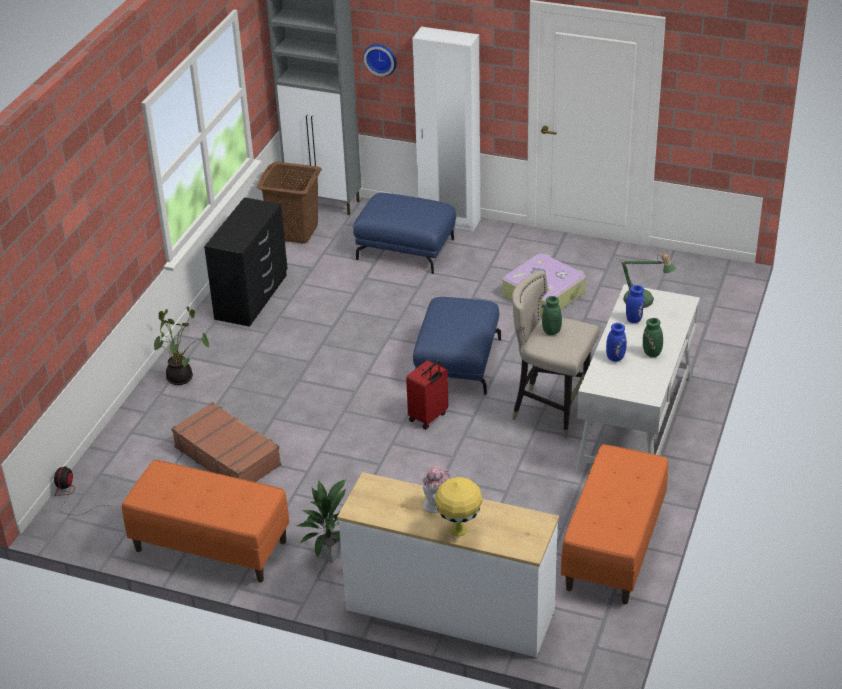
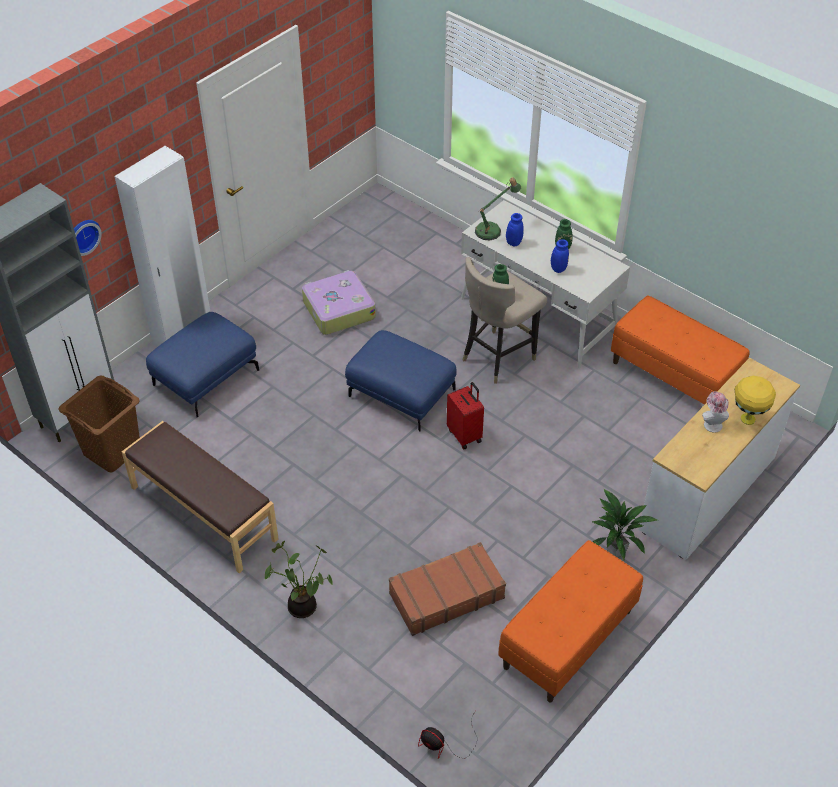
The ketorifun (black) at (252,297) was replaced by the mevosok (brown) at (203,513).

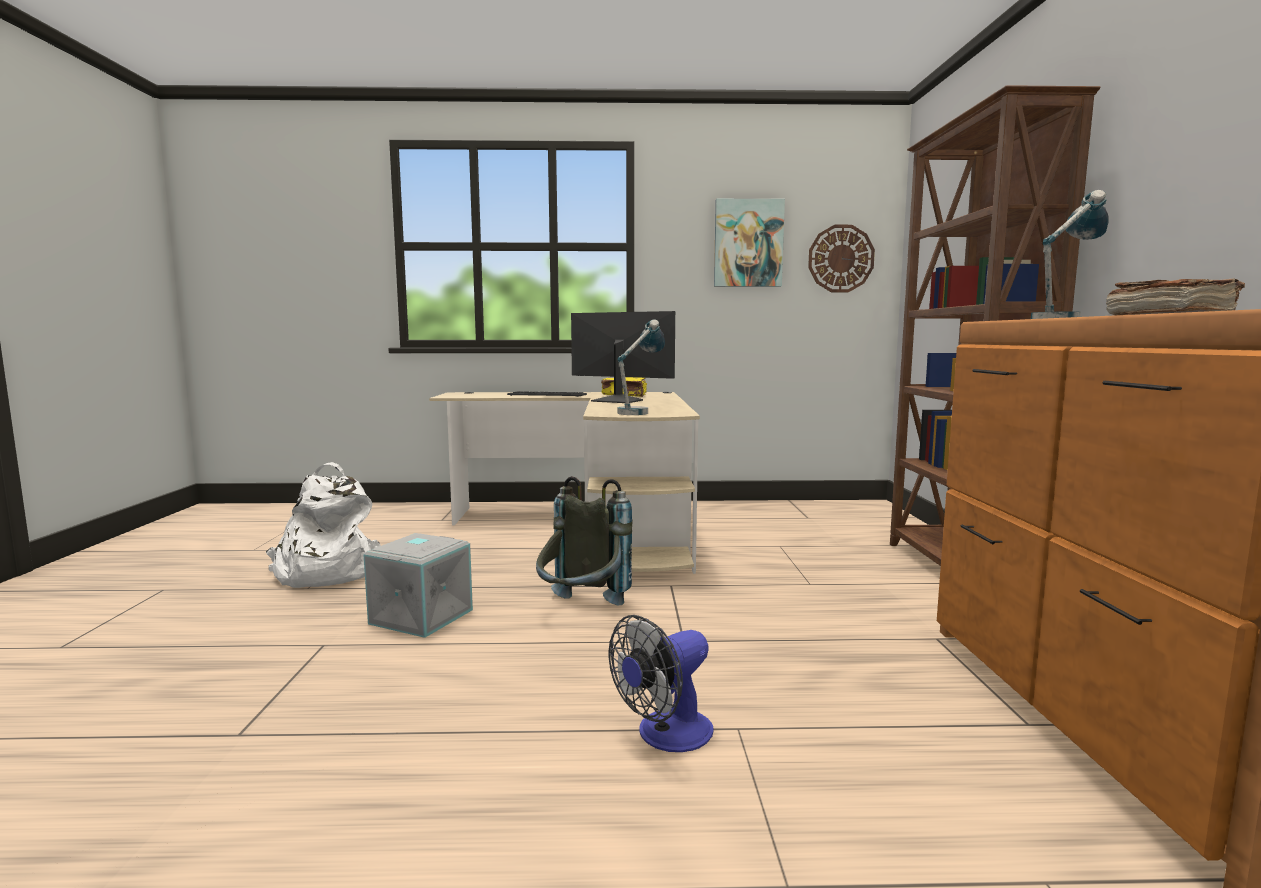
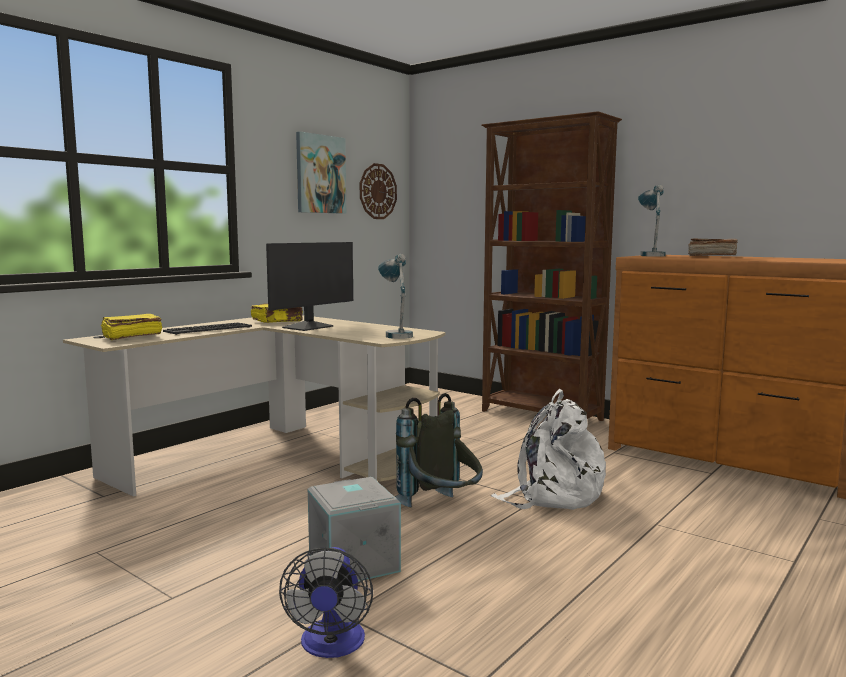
The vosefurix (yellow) at (131,336) appeared.
The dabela at (617,400) turned 150 degrees clockwise.
The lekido moved from (665,736) to (331,645).
The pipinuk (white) moved from (324,573) to (552,495).

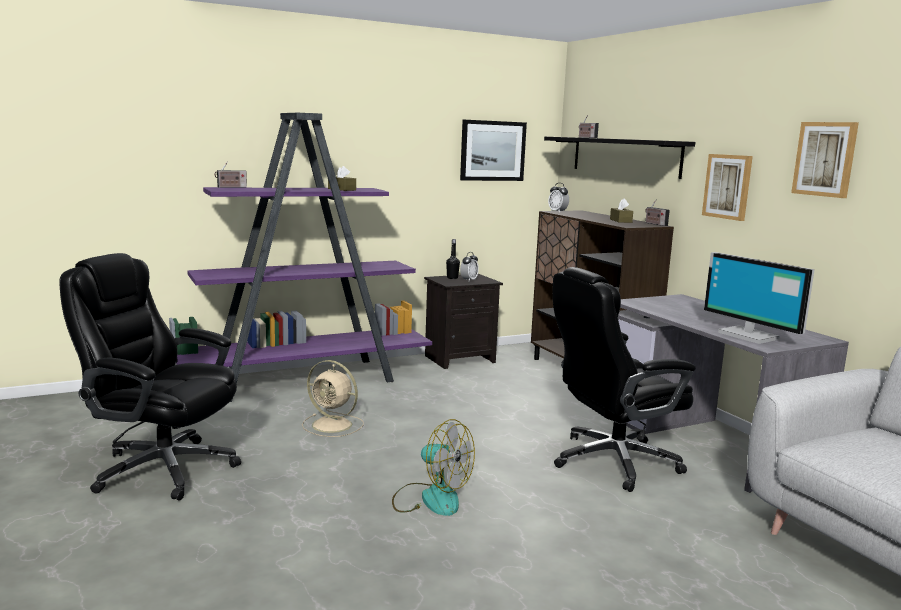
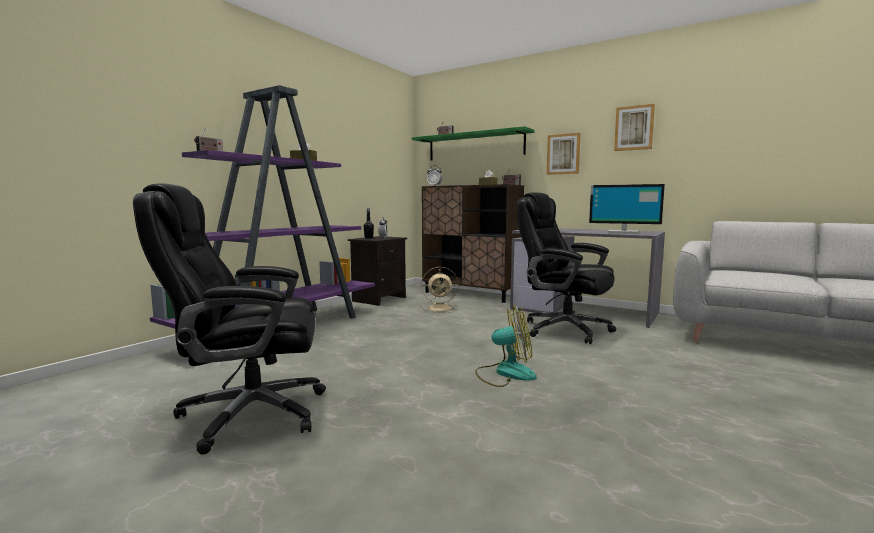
The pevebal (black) at (624,156) became the pevebal (green) at (475,146).
The lekido (beige) moved from (333,425) to (441,308).
The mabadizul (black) at (612,461) turned 90 degrees clockwise.
The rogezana at (492,151) disappeared.

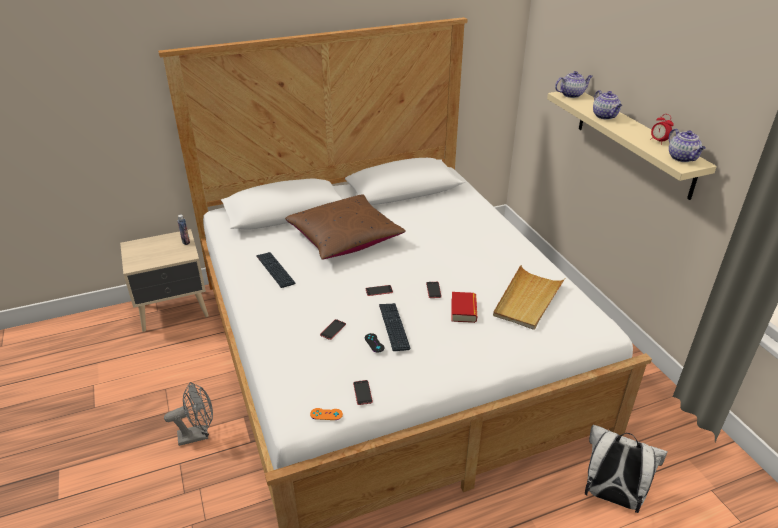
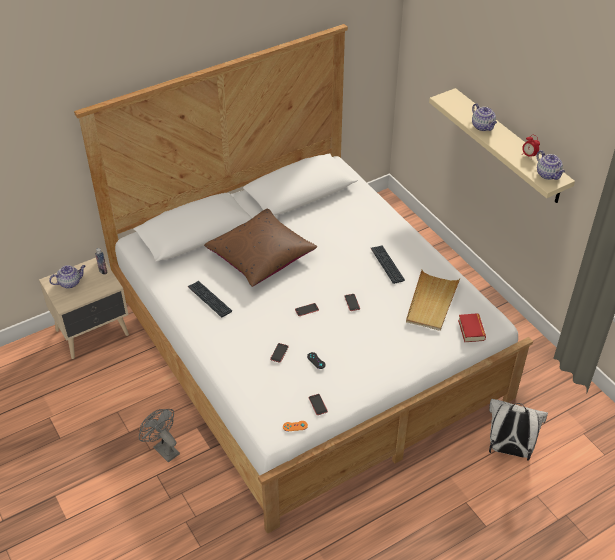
The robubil moved from (571,95) to (70,282).
The lekido (grey) at (198,434) turned 105 degrees counterclockwise.
The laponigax moved from (393,327) to (387,265).
The vosefurix moved from (463,310) to (471,330).

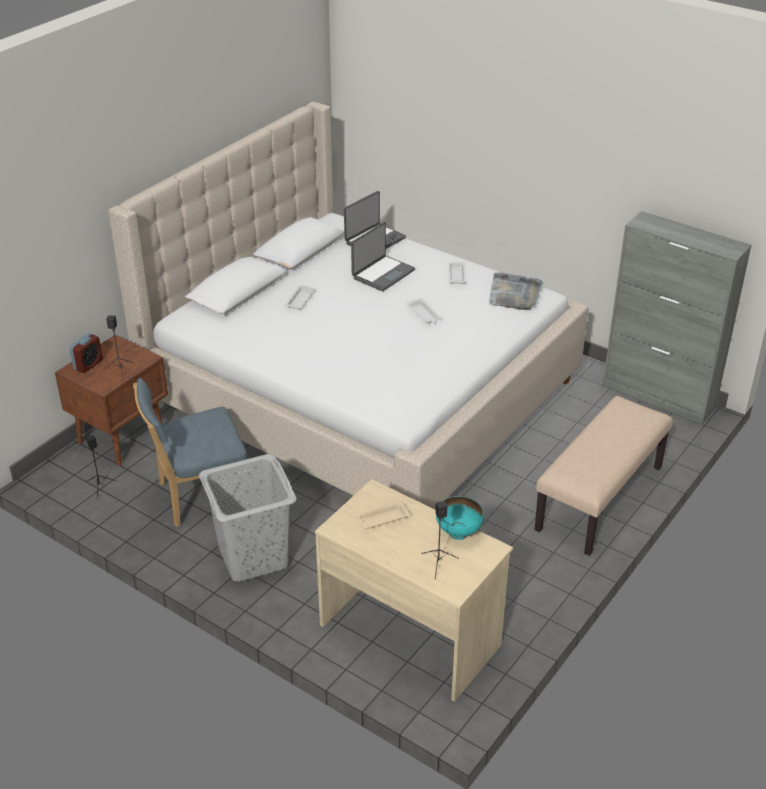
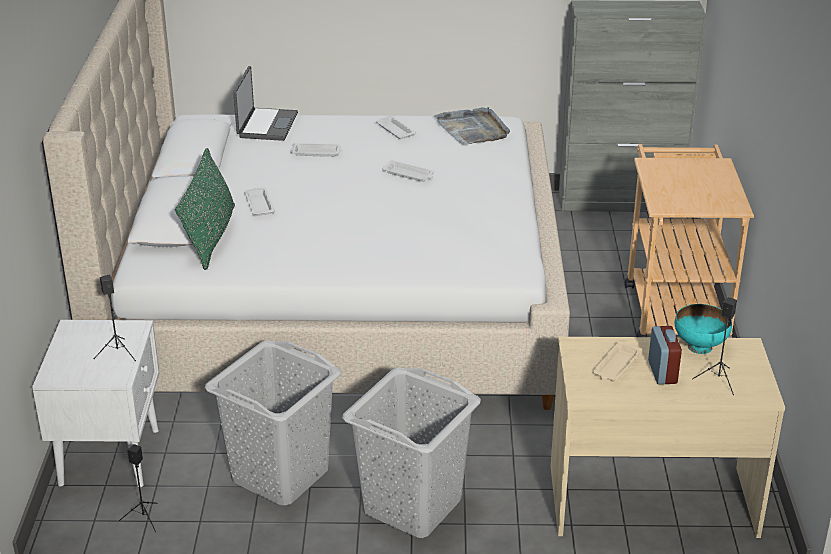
The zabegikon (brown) at (123,437) became the zabegikon (white) at (111,455).
The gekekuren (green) at (210,236) appeared.
The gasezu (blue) at (199,497) was replaced by the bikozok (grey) at (279,475).
The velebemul at (382,274) was replaced by the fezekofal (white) at (317,153).
The mevosok (beige) at (600,499) was replaced by the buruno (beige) at (674,306).
The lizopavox moved from (88,365) to (662,372).

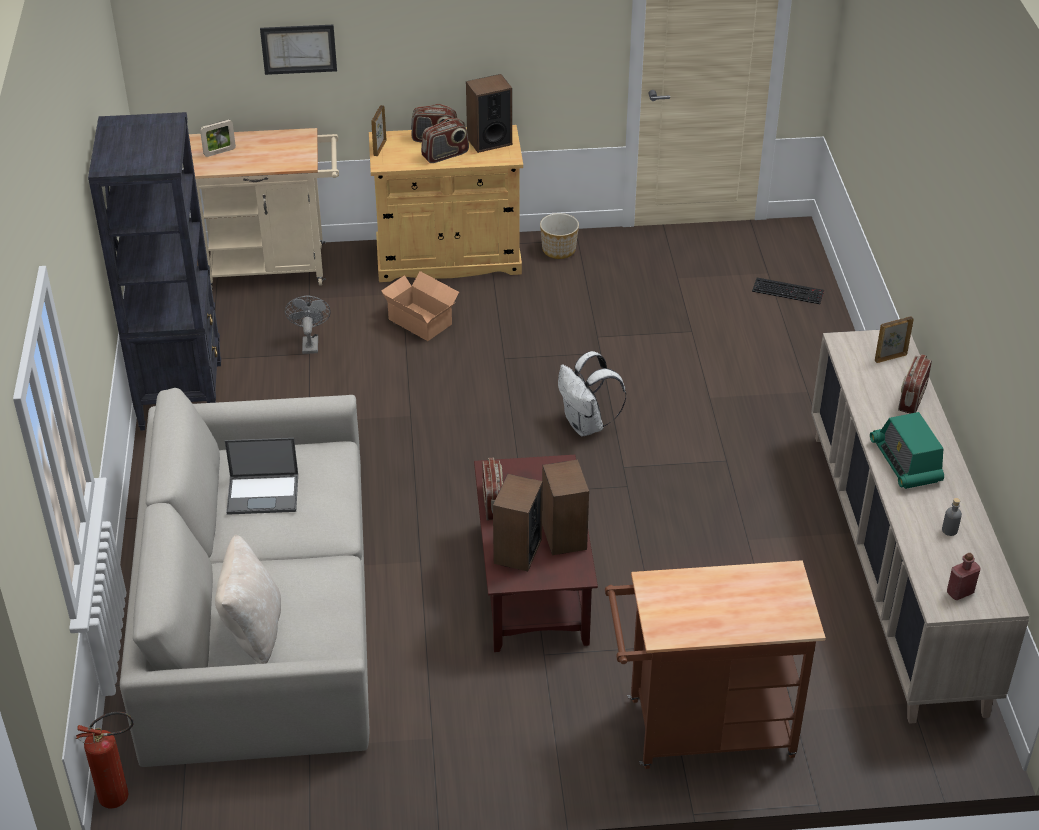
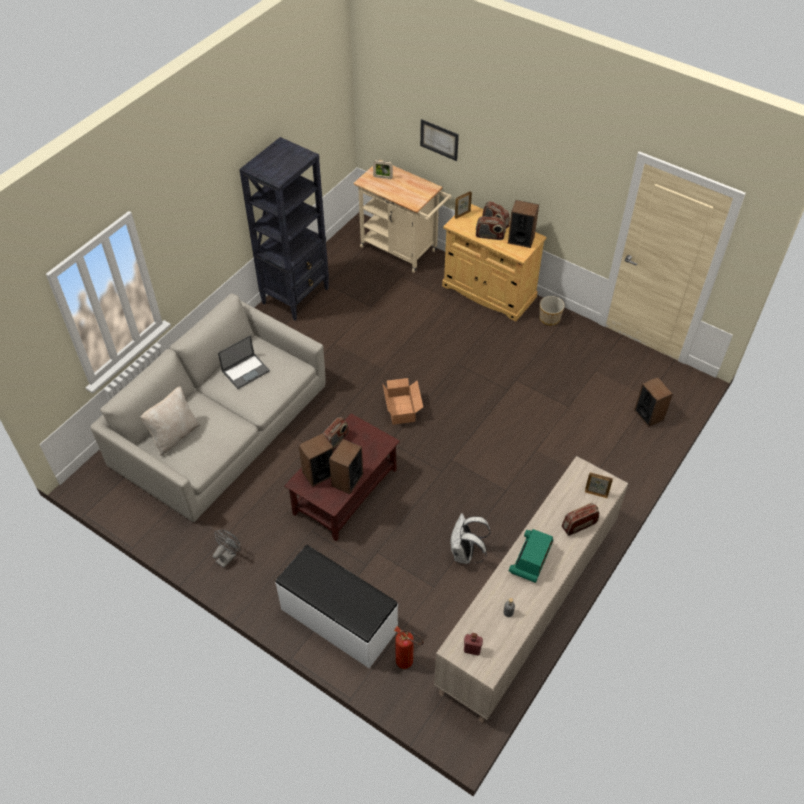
The lekido (grey) moved from (310,343) to (228,556).
The velebemul at (264,494) turned 75 degrees counterclockwise.
The buruno (brown) at (699,730) was replaced by the mevosok (white) at (338,620).
The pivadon moved from (420,320) to (402,408).
The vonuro moved from (121,796) to (408,663).
The pipinuk (white) moved from (586,425) to (465,554).
The laponigax at (789,291) was replaced by the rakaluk at (649,415).

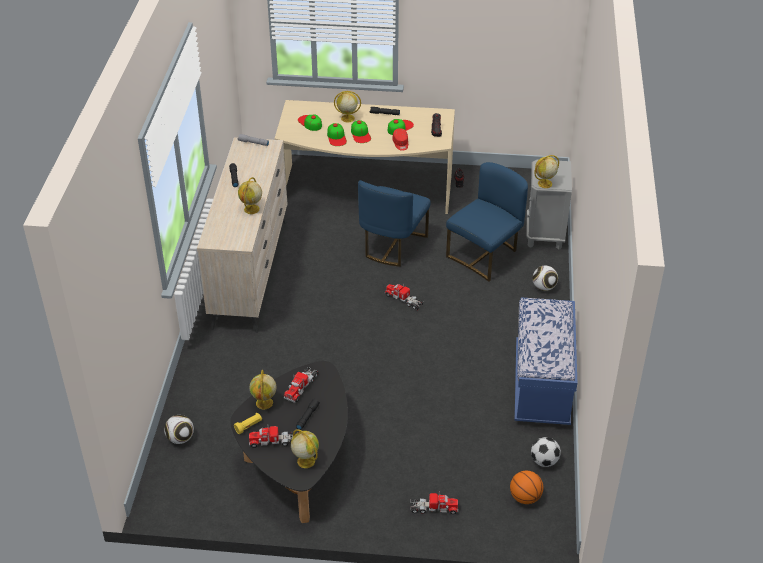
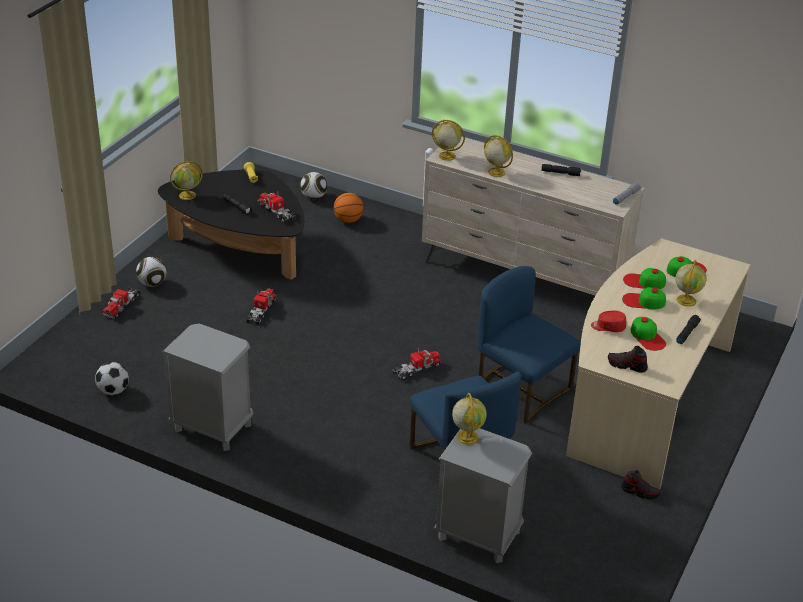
The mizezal moved from (544,287) to (152,283).
The mevosok (blue) at (542,385) was replaced by the zabegikon (grey) at (212,427).
The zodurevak moved from (273,441) to (261,311).
The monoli moved from (525,497) to (348,220).
The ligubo moved from (264,403) to (446,156).

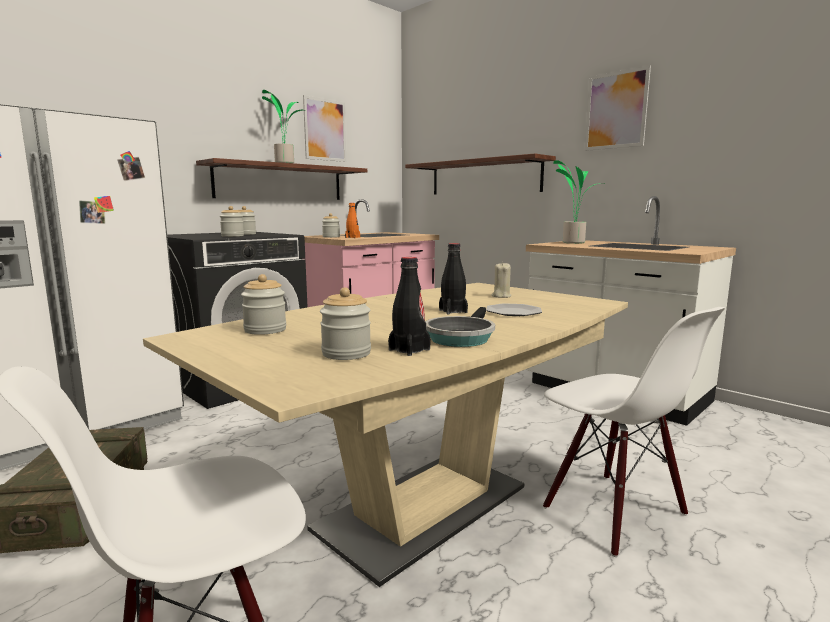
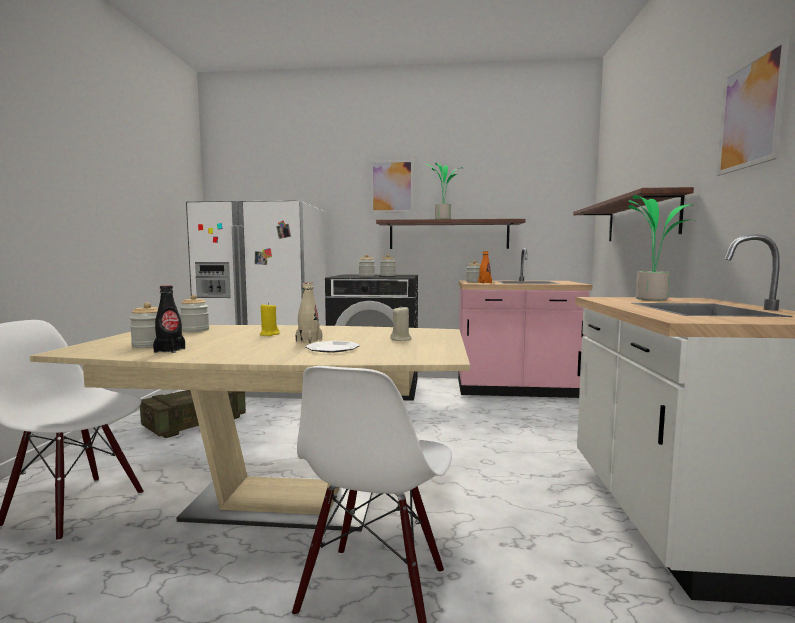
The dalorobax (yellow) at (269,334) appeared.
The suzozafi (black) at (453,311) became the suzozafi (beige) at (309,340).
The rogezana moved from (325,130) to (392,186).
The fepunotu at (460,337) disappeared.

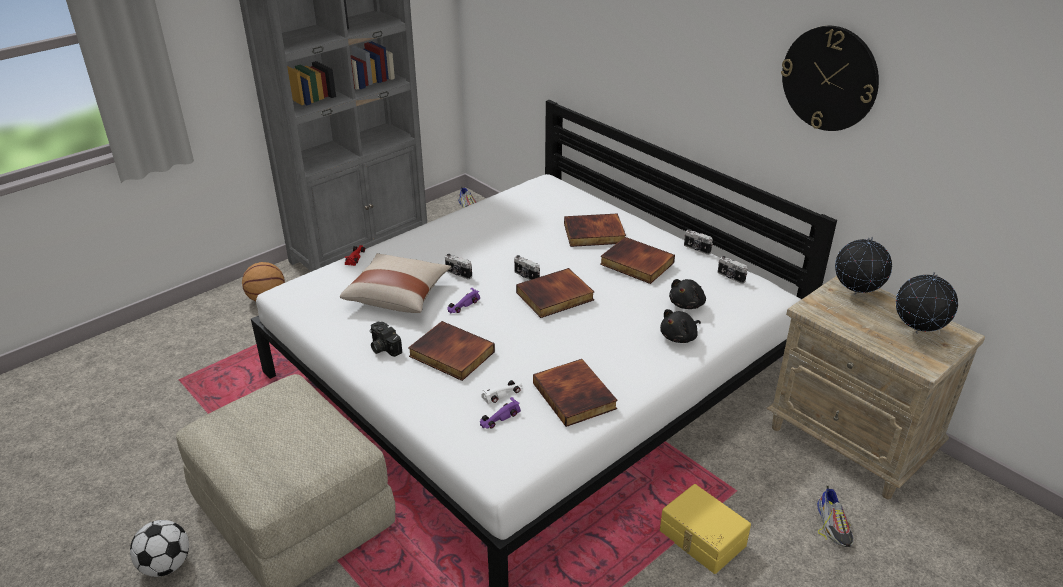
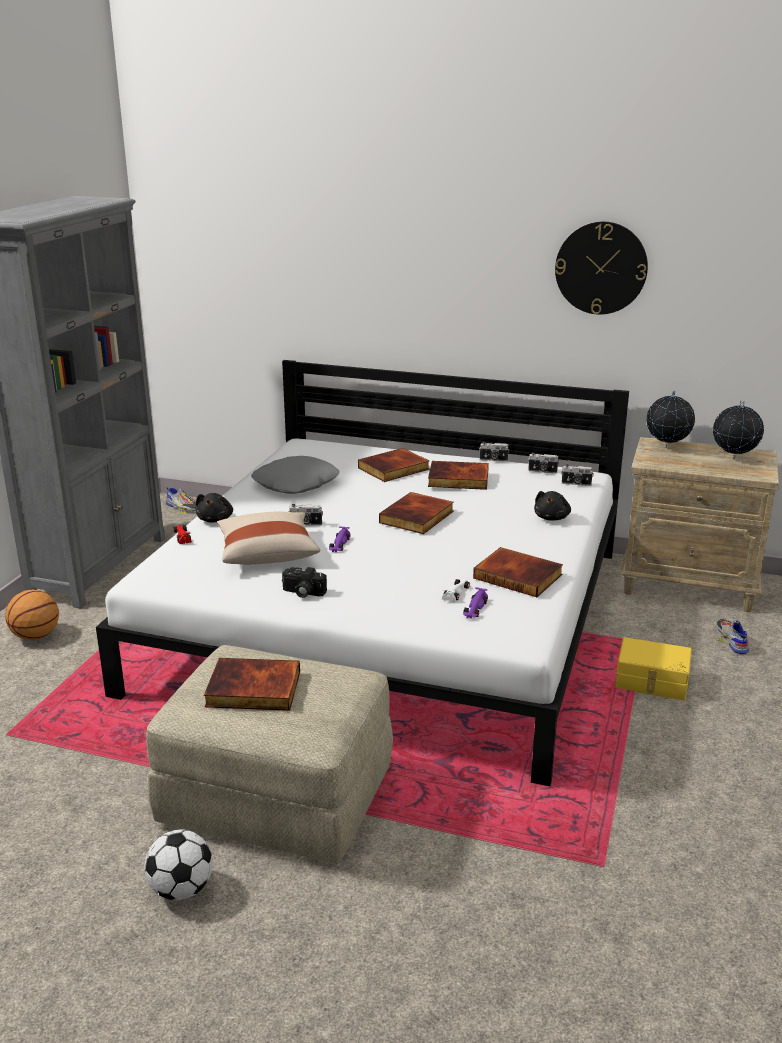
The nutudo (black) moved from (687,304) to (216,519).
The vosefurix moved from (450,354) to (252,690).
The gekekuren (grey) at (296,484) appeared.
The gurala moved from (526,276) to (576,484).
The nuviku at (833,525) turned 150 degrees counterclockwise.

